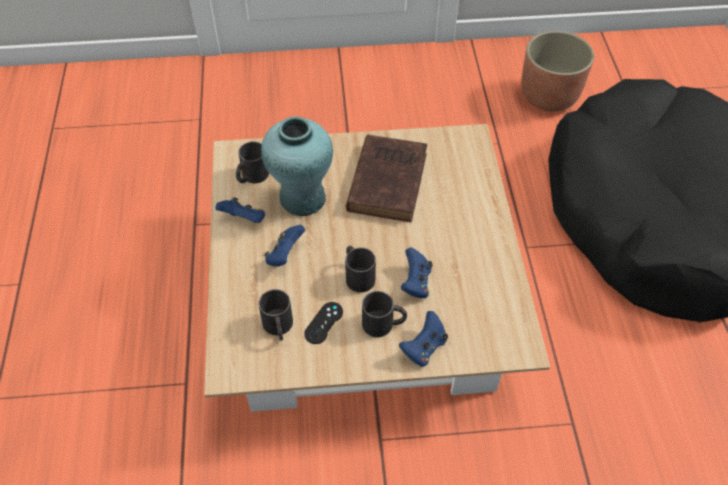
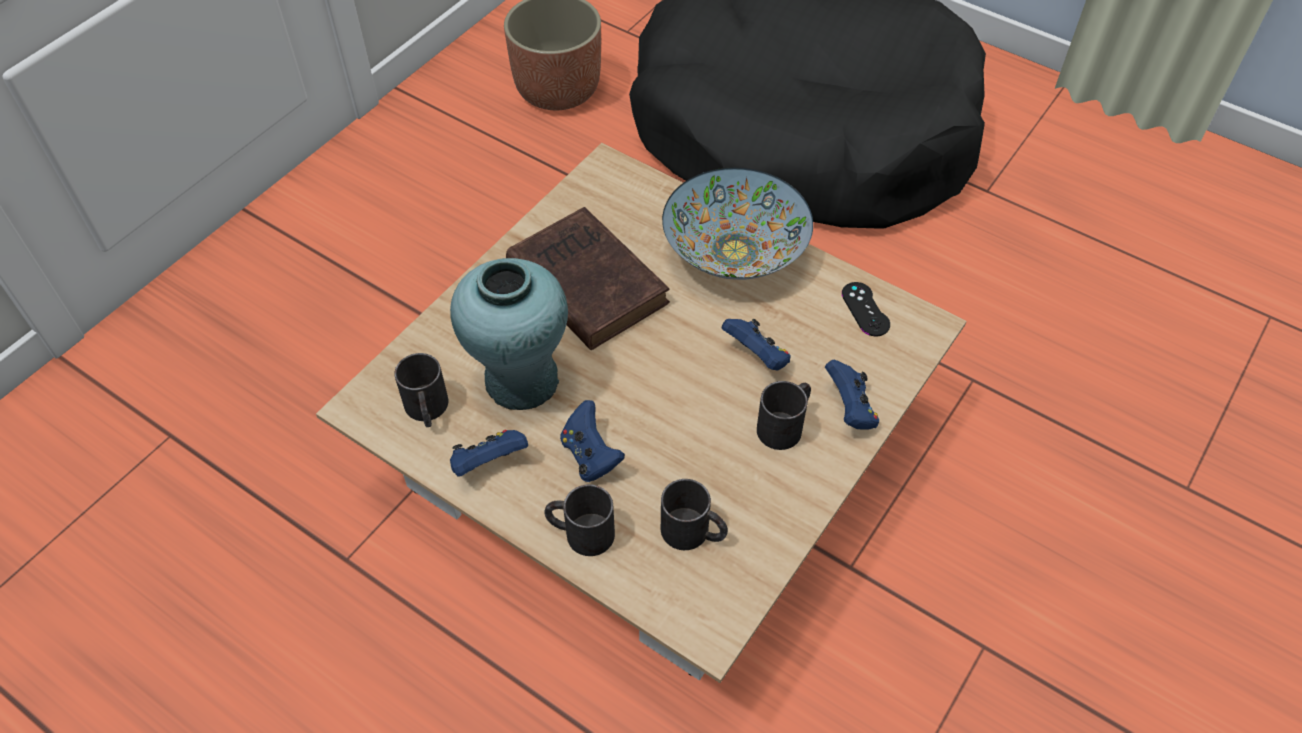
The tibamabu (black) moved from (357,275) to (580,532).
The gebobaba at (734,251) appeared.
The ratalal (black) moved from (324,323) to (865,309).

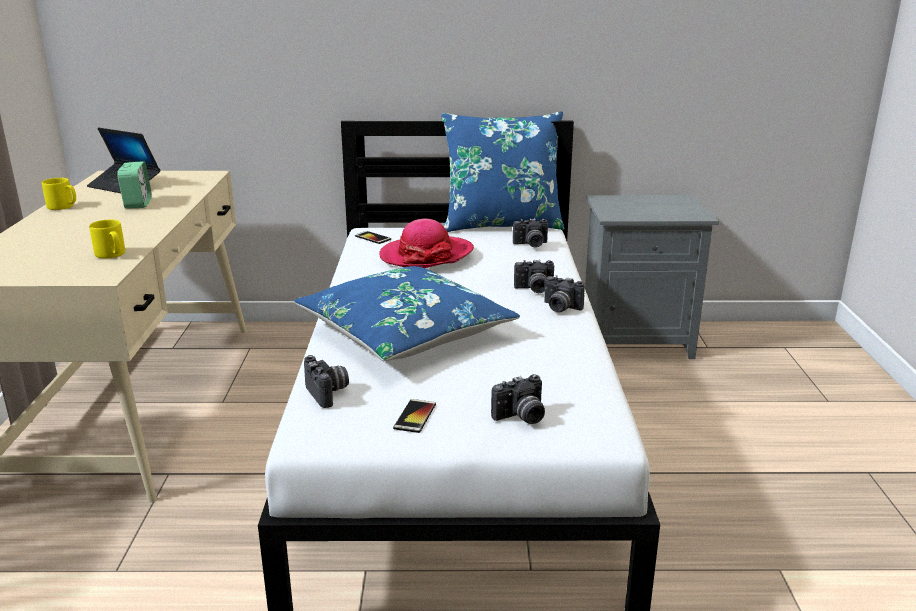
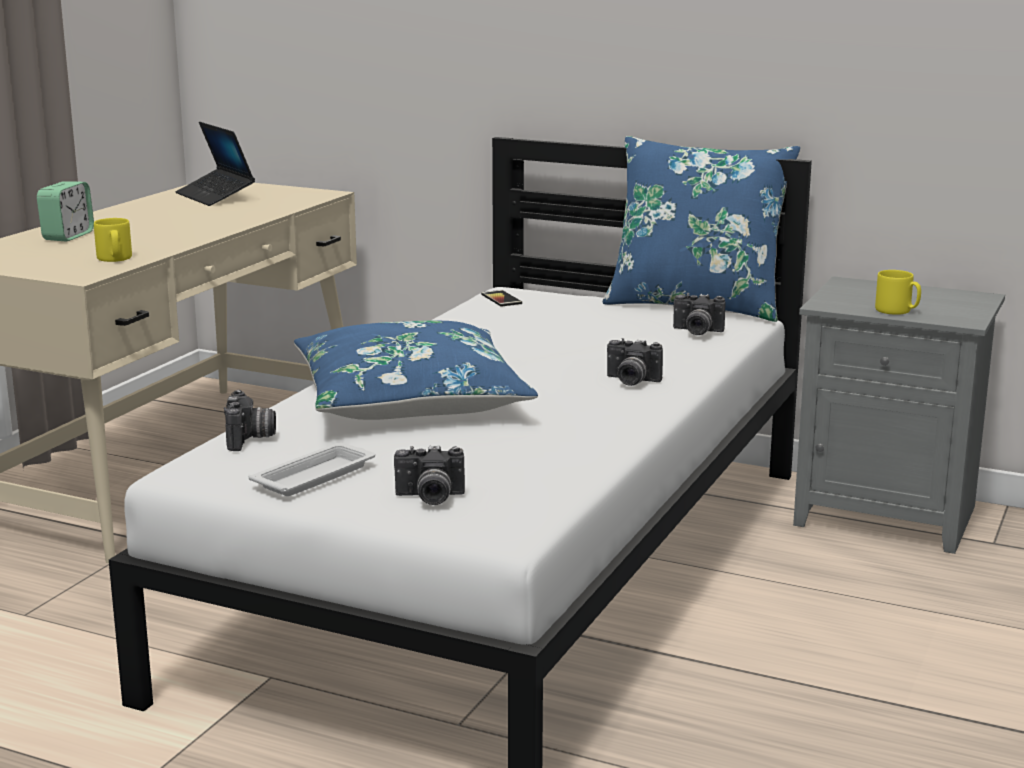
The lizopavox moved from (138,204) to (68,236).
The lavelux at (415,416) was replaced by the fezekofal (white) at (316,476).
The tibamabu (yellow) moved from (63,207) to (897,311).
The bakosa at (426,255) disappeared.
The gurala at (560,308) disappeared.

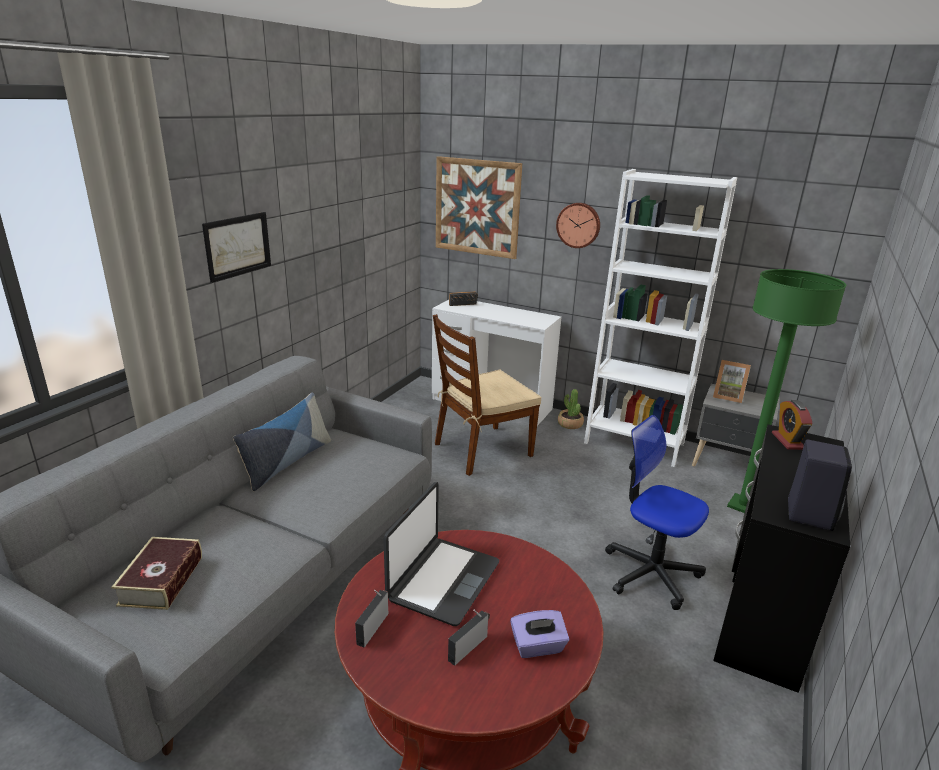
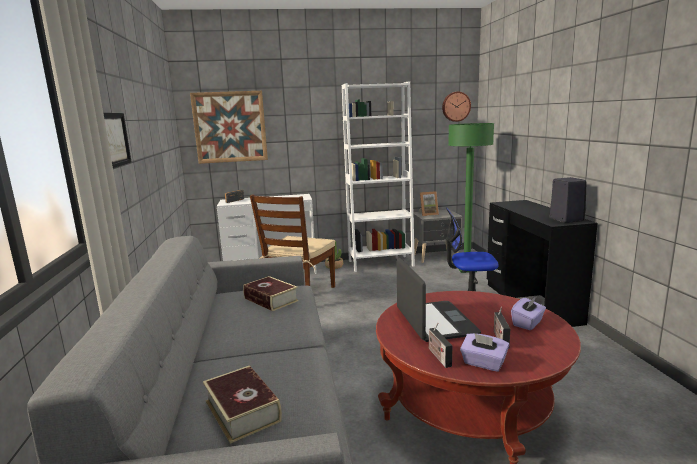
The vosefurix at (270,299) appeared.
The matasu moved from (578,225) to (455,106).
The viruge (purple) at (483,363) appeared.
The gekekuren at (287,462) disappeared.
The lizopavox at (788,441) disappeared.

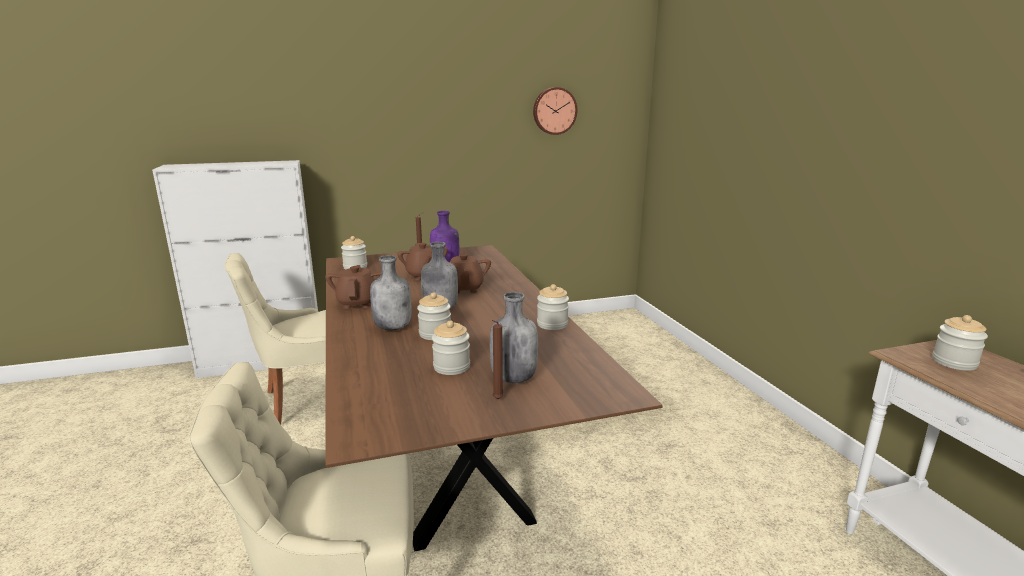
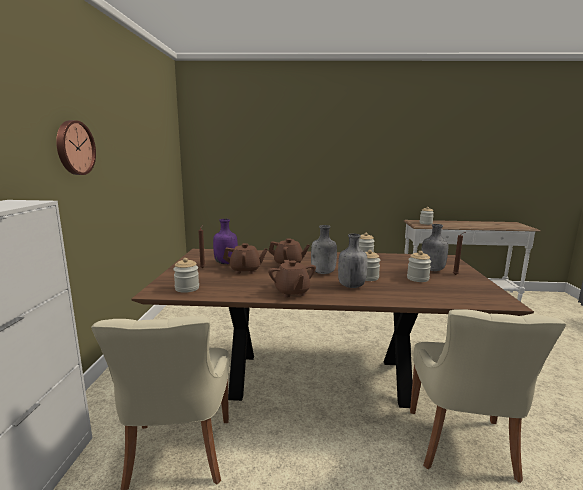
The matasu moved from (554,111) to (74,148).
The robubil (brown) at (358,303) turned 120 degrees counterclockwise.

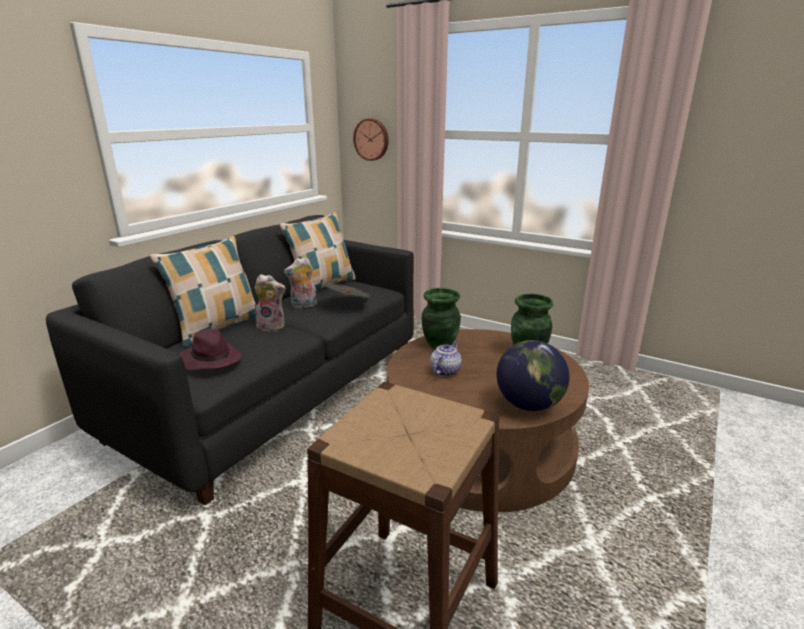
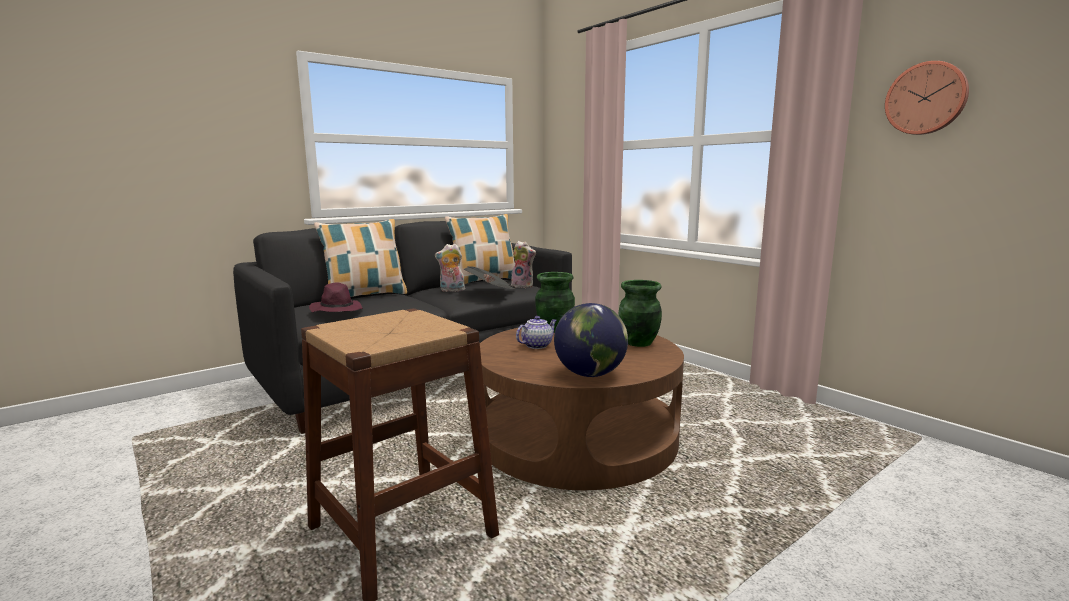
The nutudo moved from (272,326) to (523,286).
The matasu moved from (372,139) to (926,98).

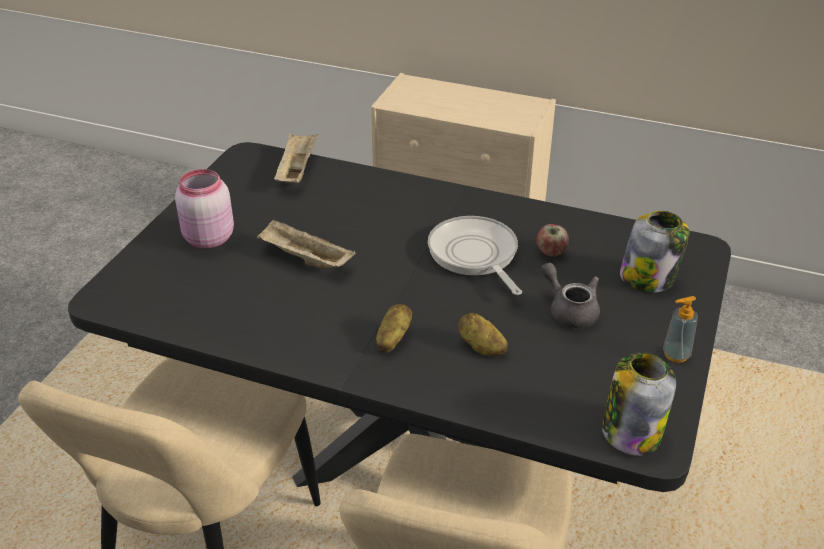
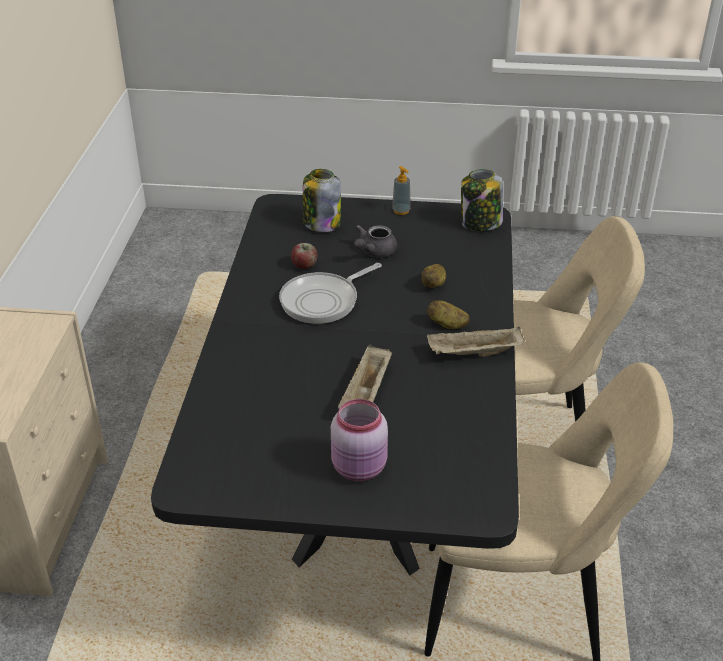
The fezekofal (beige) moved from (297,170) to (473,354).

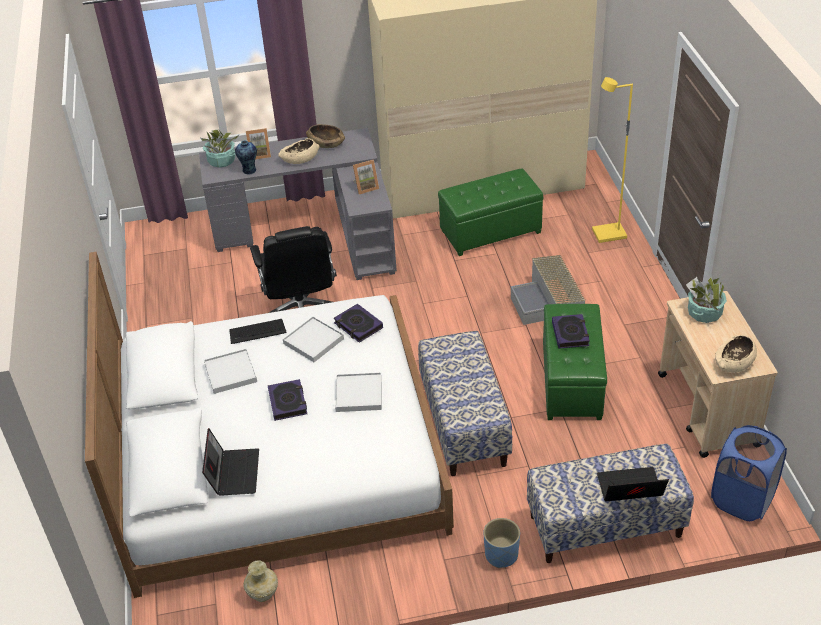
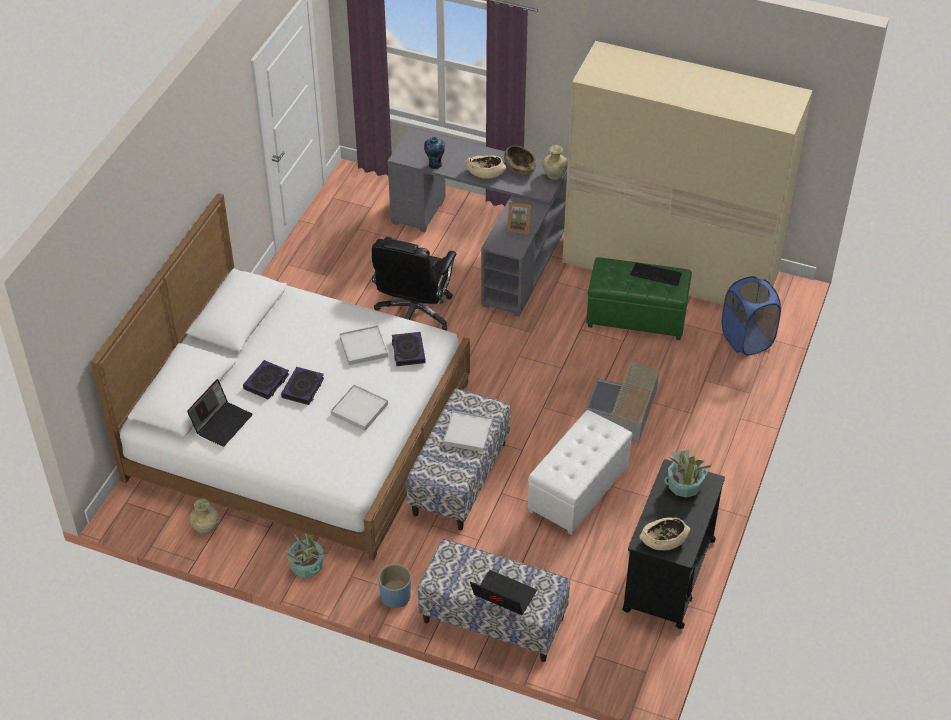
The vosefurix moved from (570,334) to (266,382).
The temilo moved from (221,160) to (306,566).
The fezekofal (white) moved from (230,373) to (467,433).
The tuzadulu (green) at (572,382) became the tuzadulu (white) at (578,490).
The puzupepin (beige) at (554,175) appeared.
The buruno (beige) at (707,410) became the buruno (black) at (668,575).
The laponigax moved from (257,332) to (656,275).
The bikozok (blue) moved from (742,499) to (746,339).
The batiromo at (260,154) disappeared.
The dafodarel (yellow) at (609,234) disappeared.

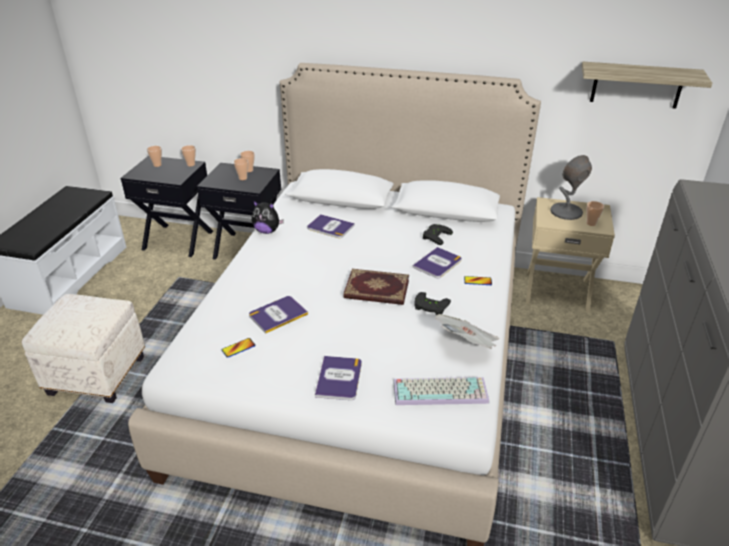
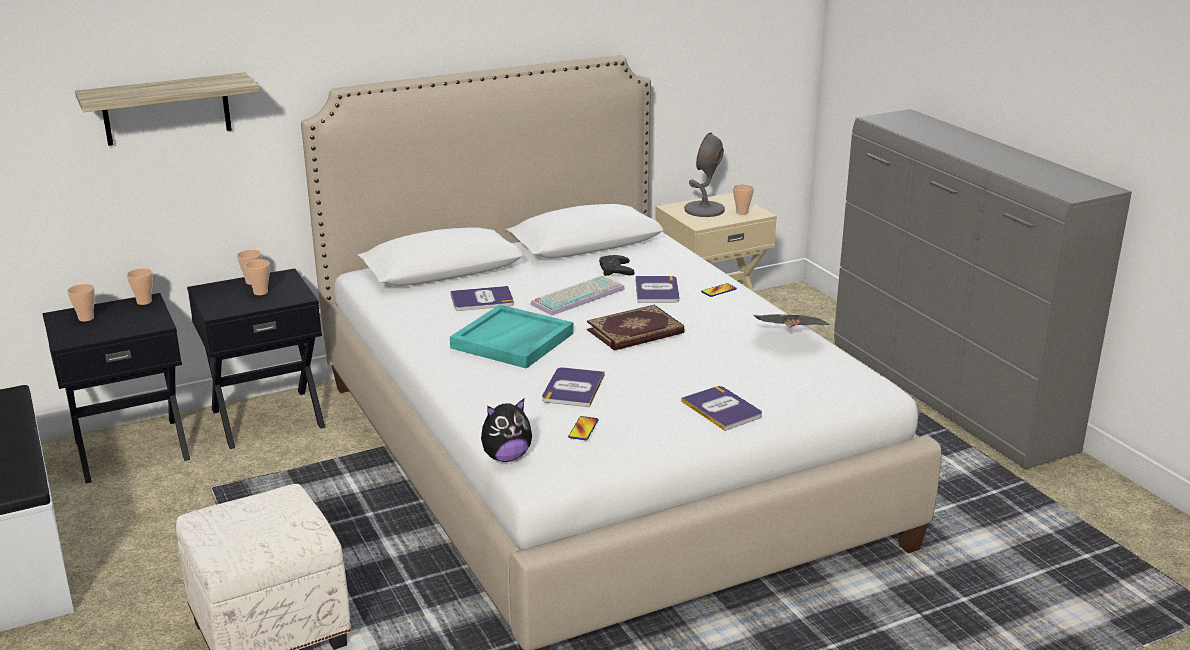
The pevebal moved from (637,85) to (166,109).
The fezekofal (turquoise) at (512,341) appeared.
The nutudo moved from (267,231) to (506,457).
The laponigax moved from (441,390) to (578,296).
The ratalal (black) at (430,307) disappeared.

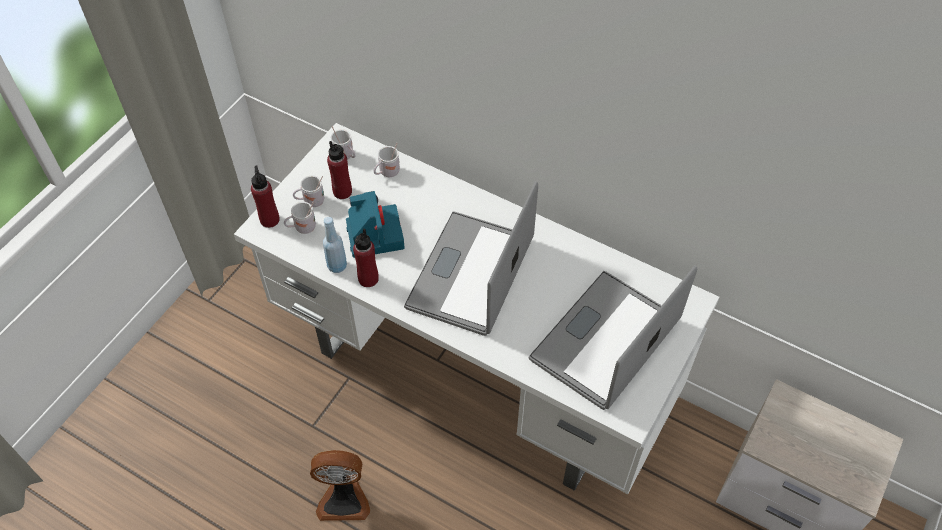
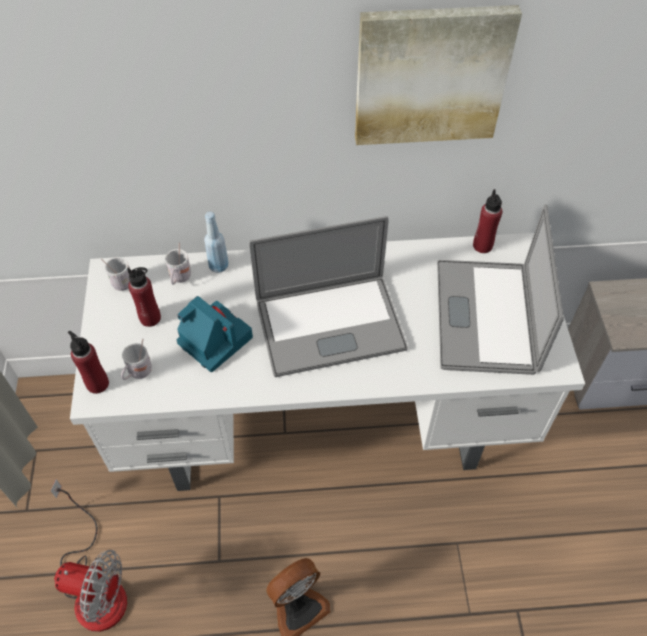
The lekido at (96,586) appeared.
The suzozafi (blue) moved from (337,266) to (218,266).
The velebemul at (470,273) turned 90 degrees counterclockwise.
The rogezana at (430,75) appeared.
The suzozafi (red) moved from (368,279) to (482,246).
The tibamabu (white) at (311,201) disappeared.

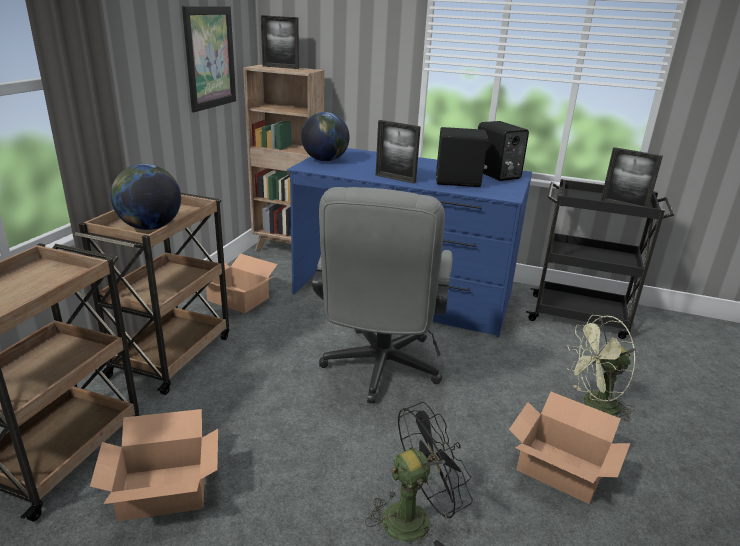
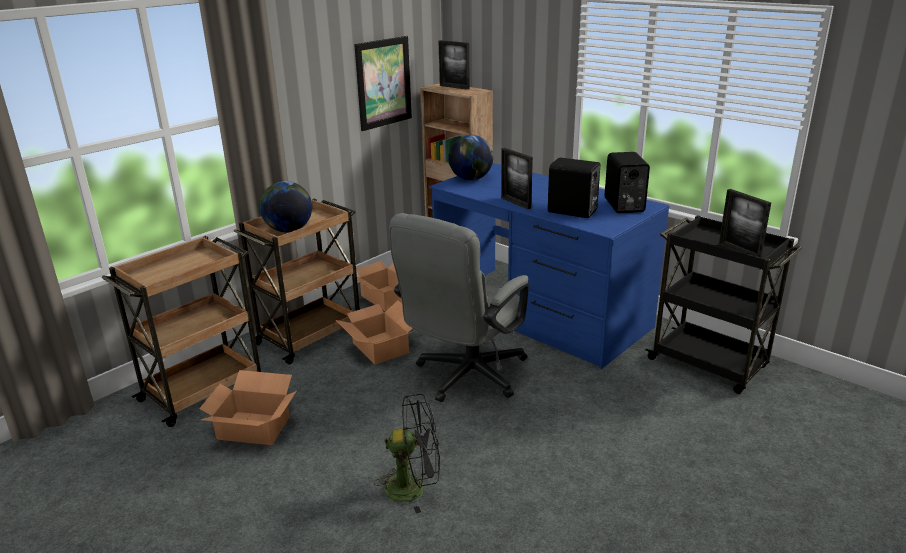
The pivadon moved from (559,468) to (381,347).
The lekido (green) at (594,406) disappeared.

